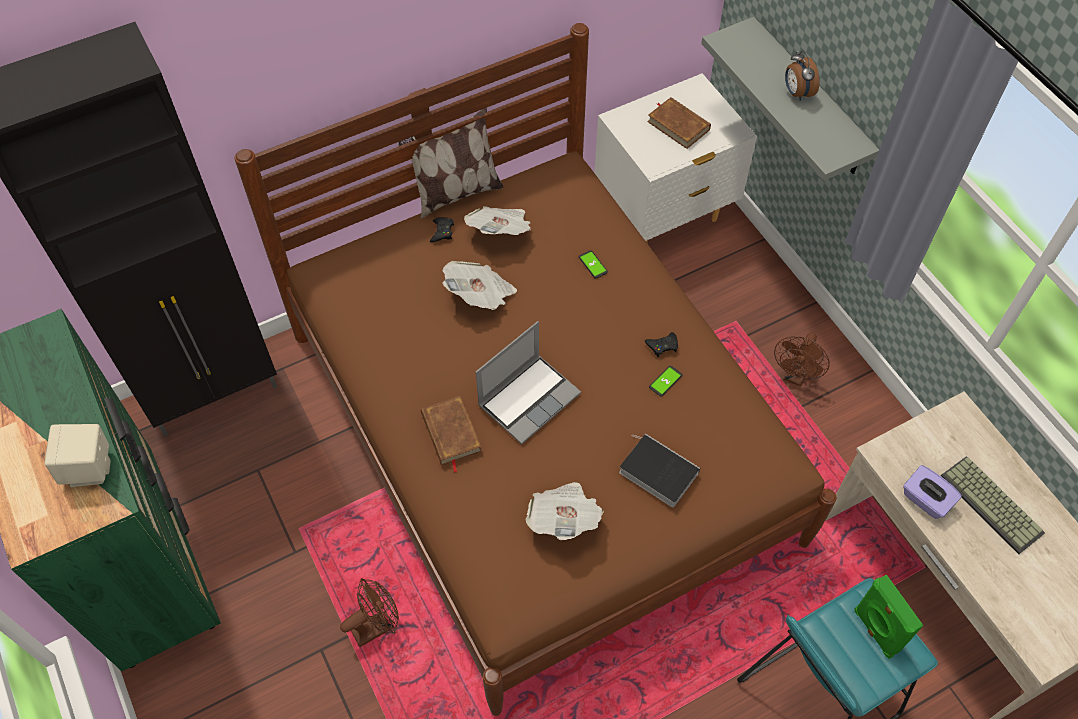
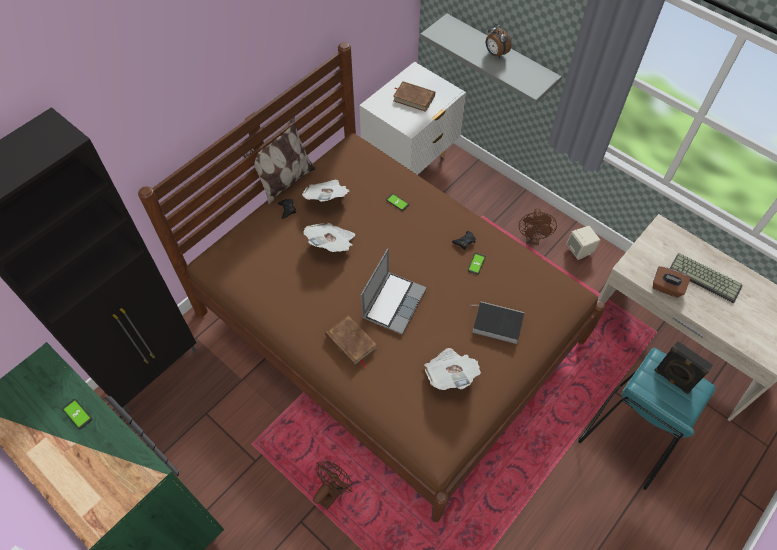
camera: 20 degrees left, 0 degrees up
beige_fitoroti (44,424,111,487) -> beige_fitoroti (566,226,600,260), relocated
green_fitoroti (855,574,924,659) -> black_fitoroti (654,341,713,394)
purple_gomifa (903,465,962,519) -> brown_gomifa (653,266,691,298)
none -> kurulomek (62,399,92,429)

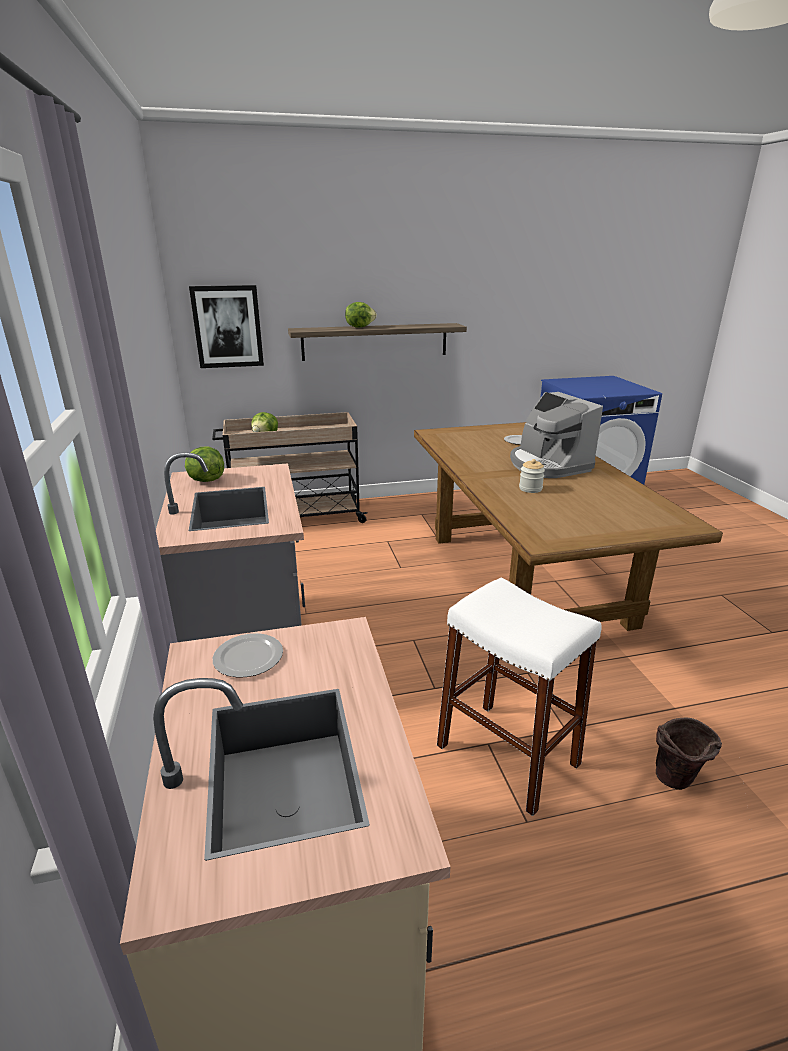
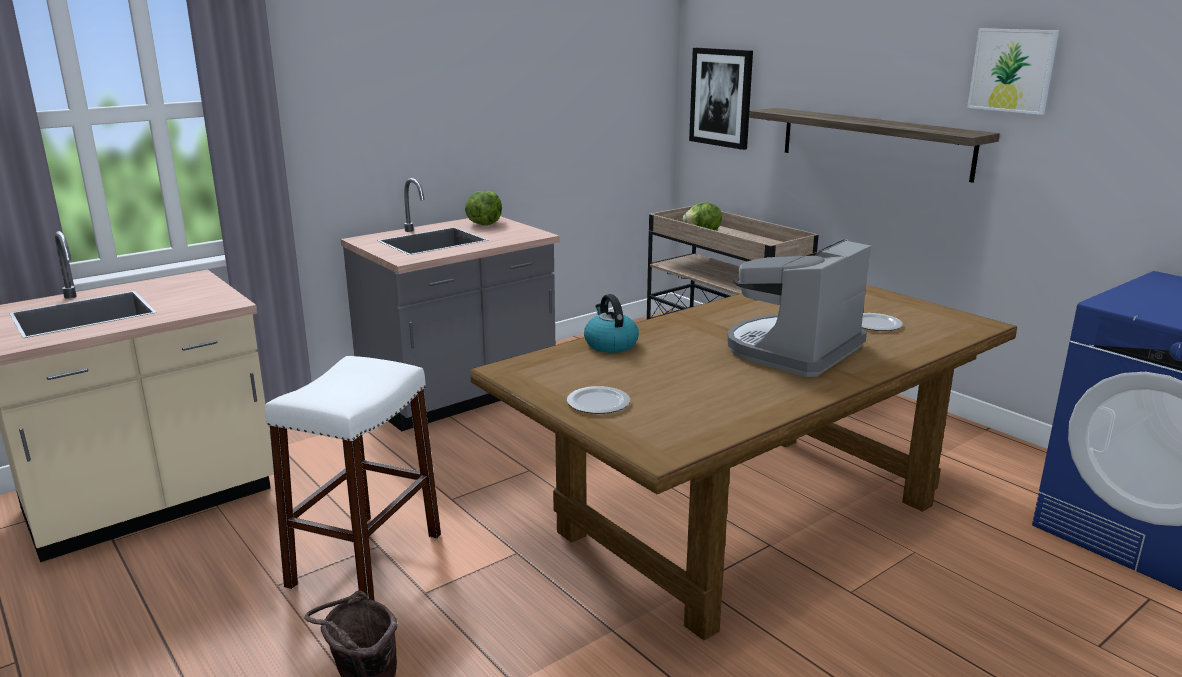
camera: 65 degrees right, 5 degrees down
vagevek (213,633,283,678) -> vagevek (567,386,630,414), relocated
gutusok (345,302,377,328) -> none
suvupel (519,459,545,493) -> none
none -> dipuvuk (584,294,639,353)
none -> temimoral (967,28,1059,115)

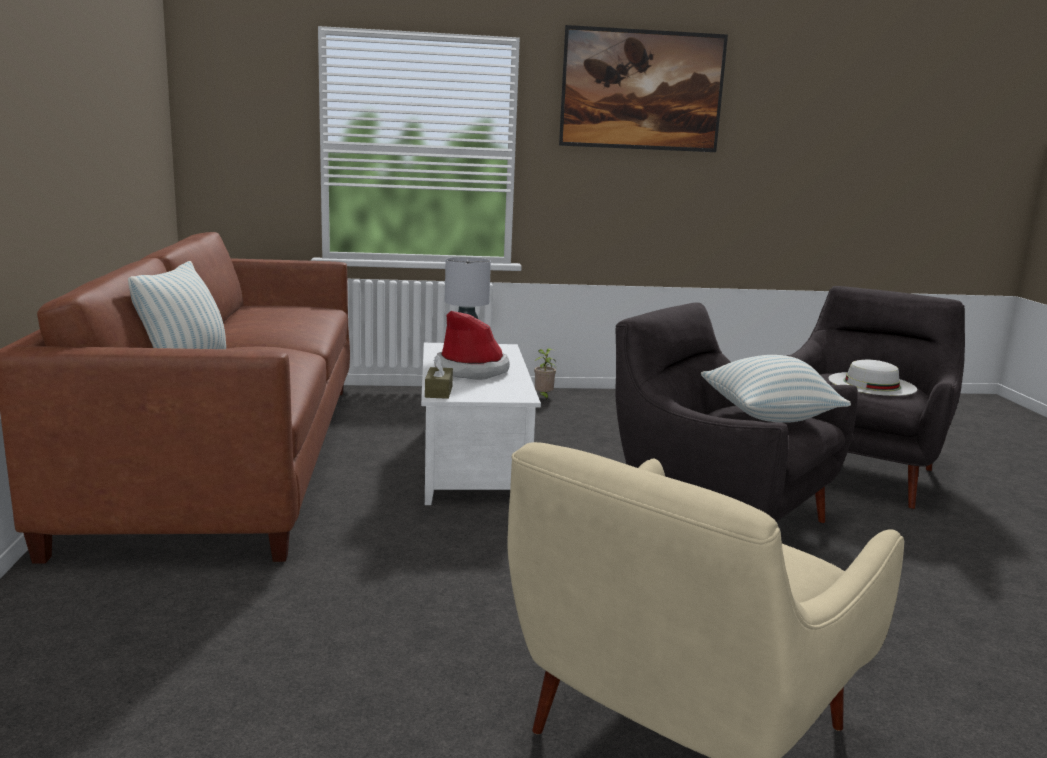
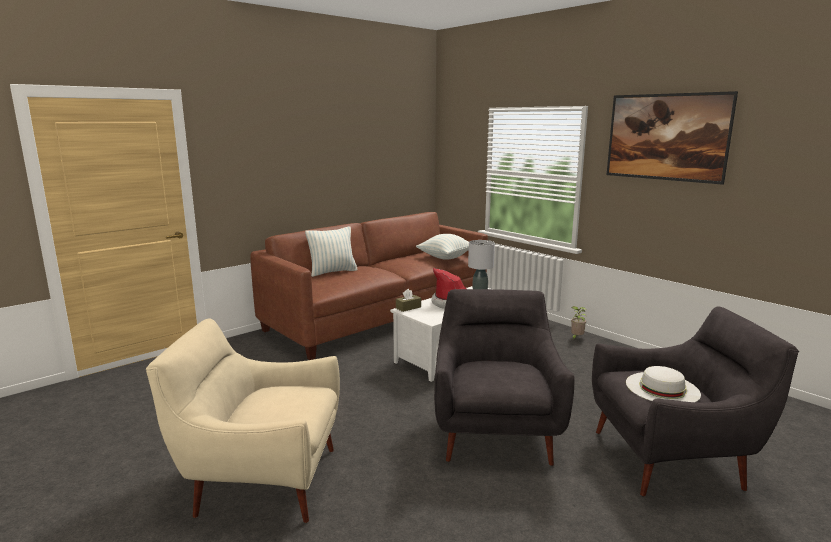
camera: 55 degrees right, 0 degrees up
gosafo (701,355,851,423) -> gosafo (416,234,469,260), relocated

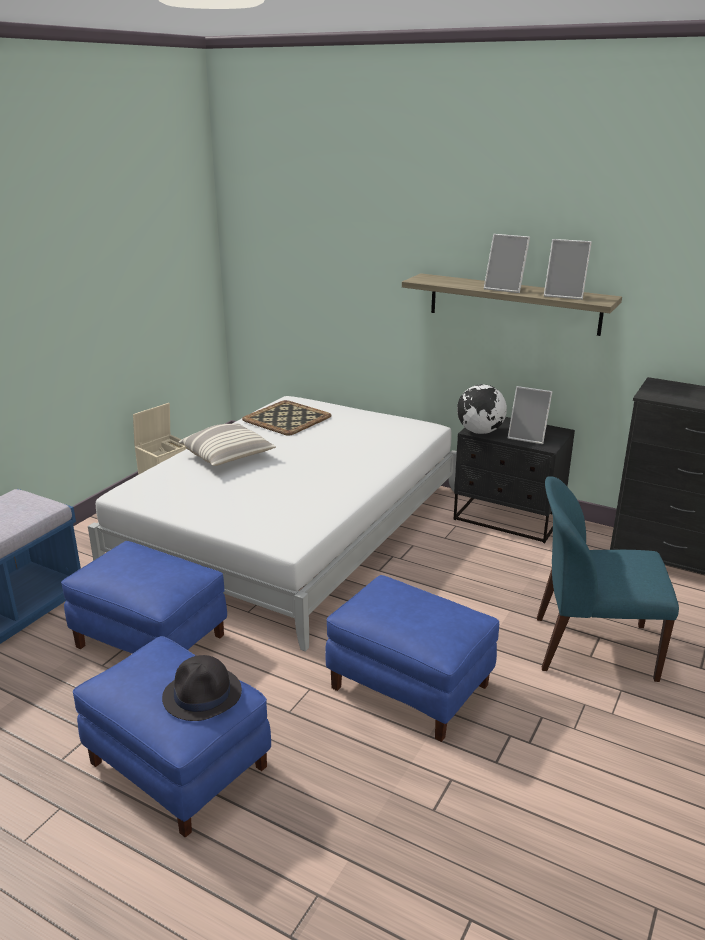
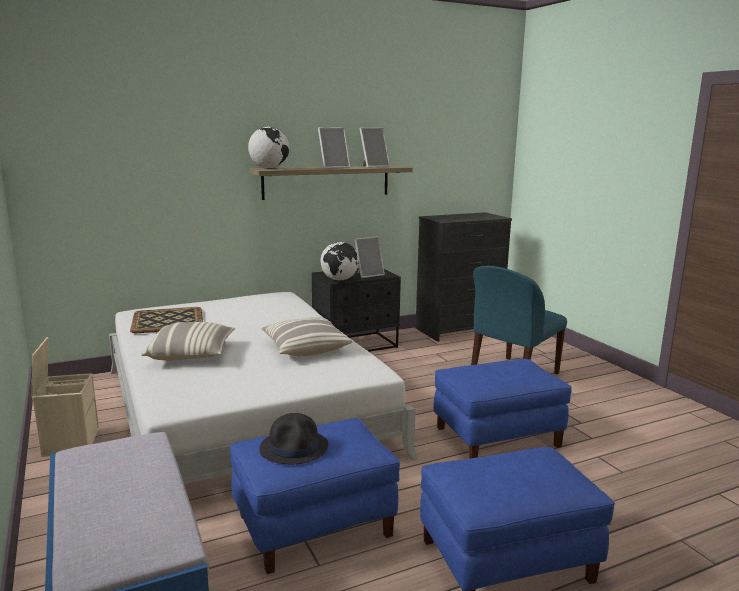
camera: 55 degrees left, 10 degrees down
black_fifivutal (162,655,242,721) -> black_fifivutal (259,413,328,464), relocated
none -> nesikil (248,127,290,169)
none -> gosafo (261,317,353,356)

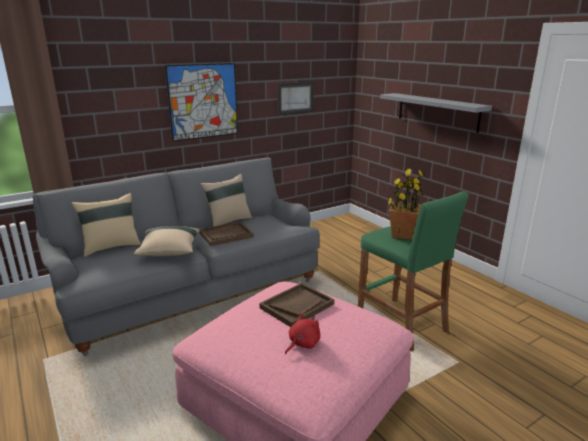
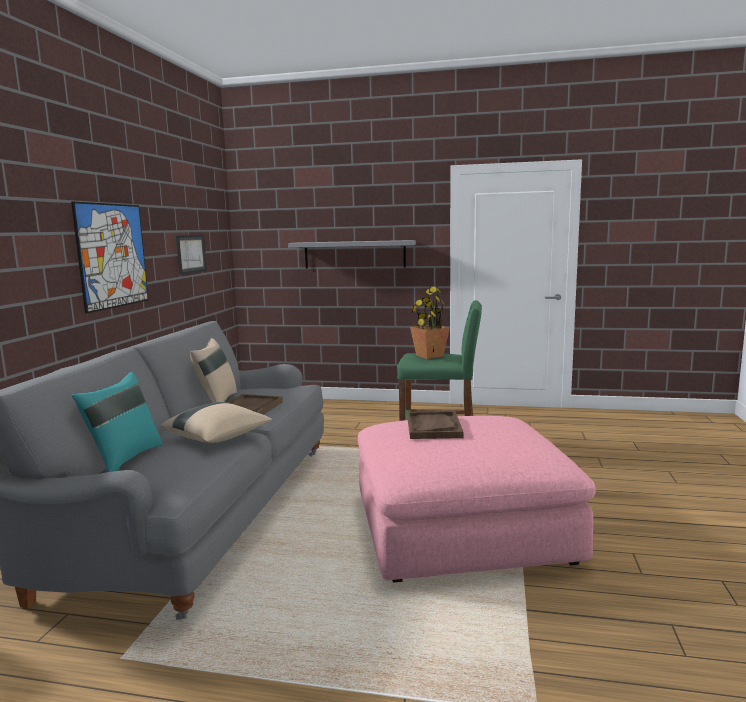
camera: 45 degrees left, 10 degrees down
beige_gosafo (72,193,141,257) -> turquoise_gosafo (72,372,163,472)
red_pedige (285,313,320,354) -> none

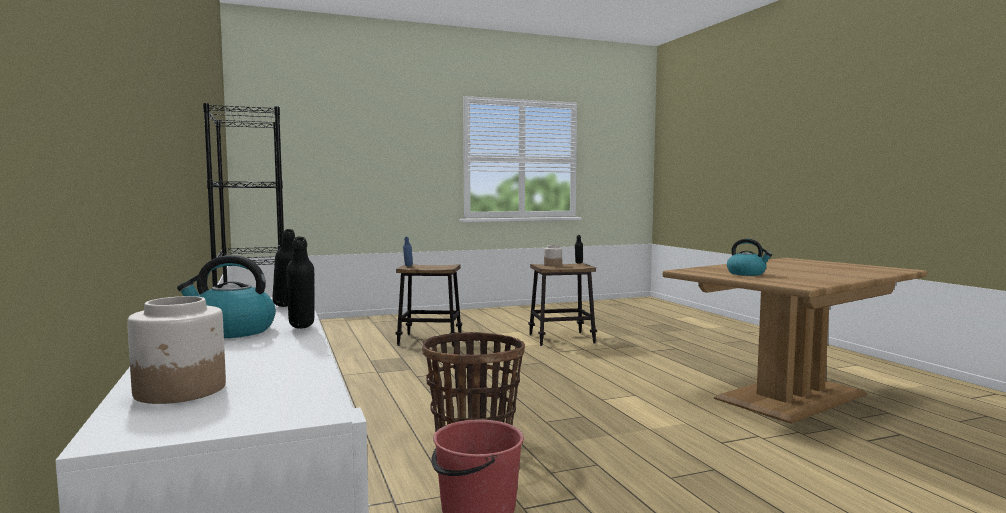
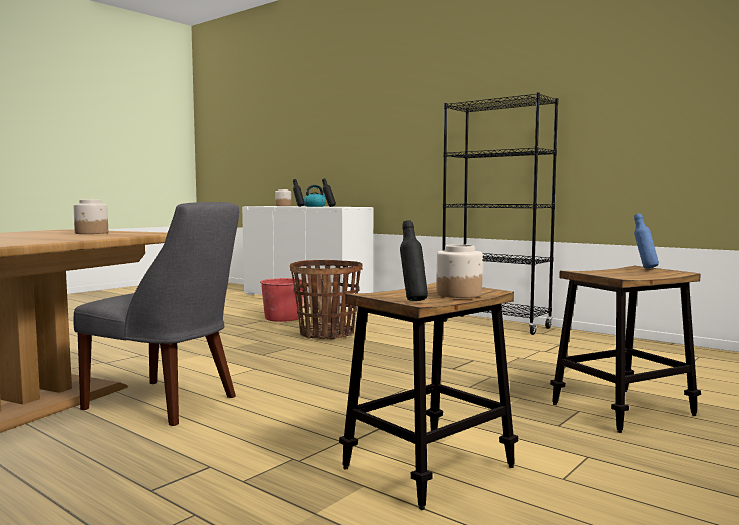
camera: 150 degrees right, 0 degrees up
dipuvuk (727,239,772,276) -> suvupel (73,200,108,234)
none -> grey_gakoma (74,202,239,426)

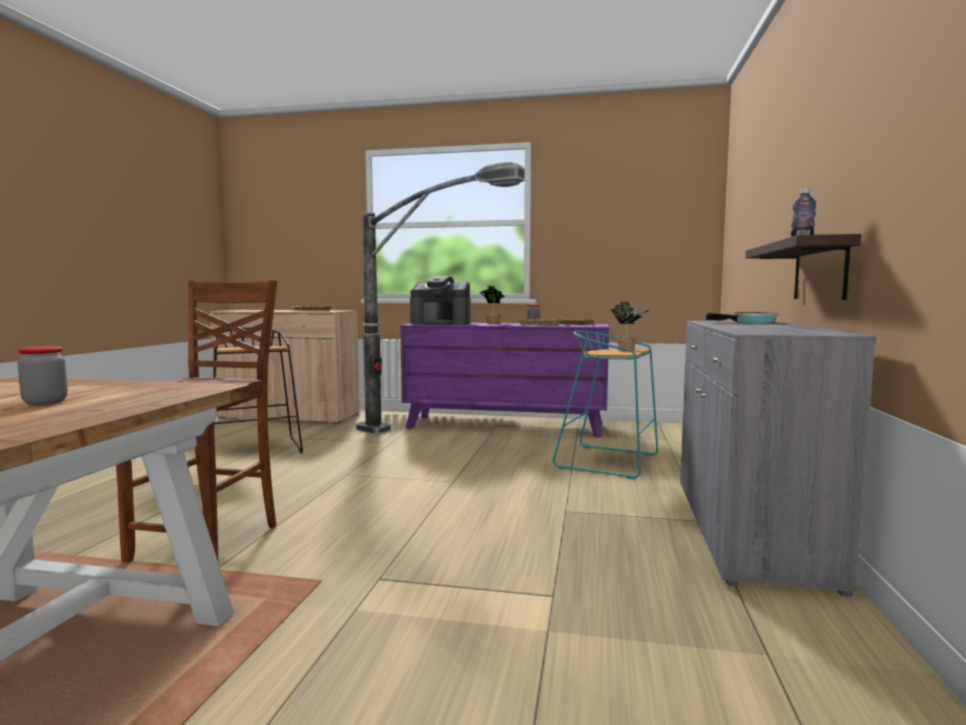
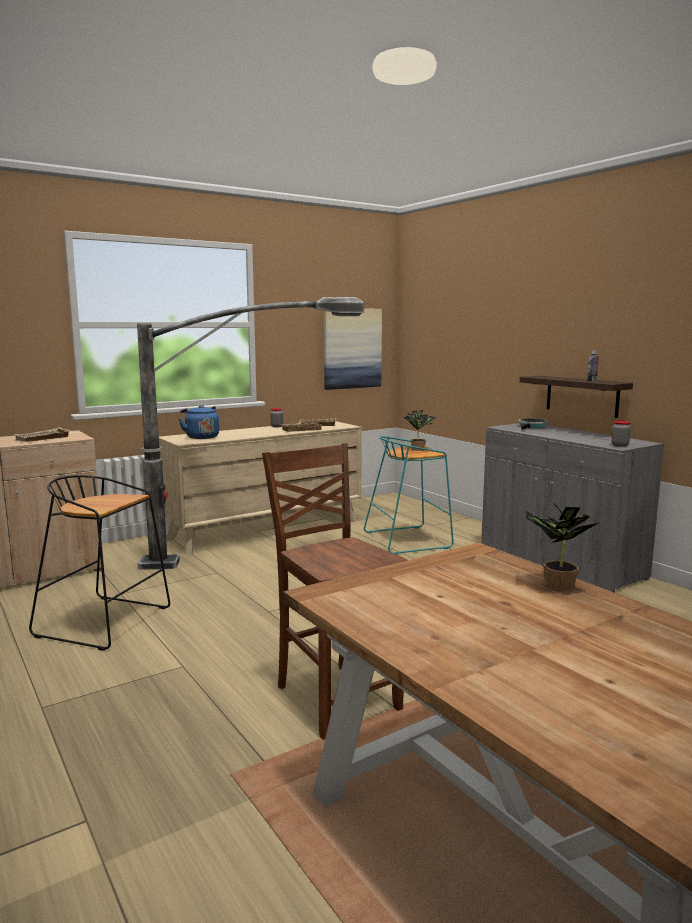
camera: 45 degrees left, 5 degrees up
suvupel (17,346,68,405) -> suvupel (611,421,631,447), relocated
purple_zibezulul (400,323,609,438) -> beige_zibezulul (159,421,362,555)
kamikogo (410,276,471,325) -> blue_dipuvuk (179,405,219,439)
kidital (480,286,505,324) -> kidital (526,504,600,592), relocated
none -> temimoral (324,308,382,390)

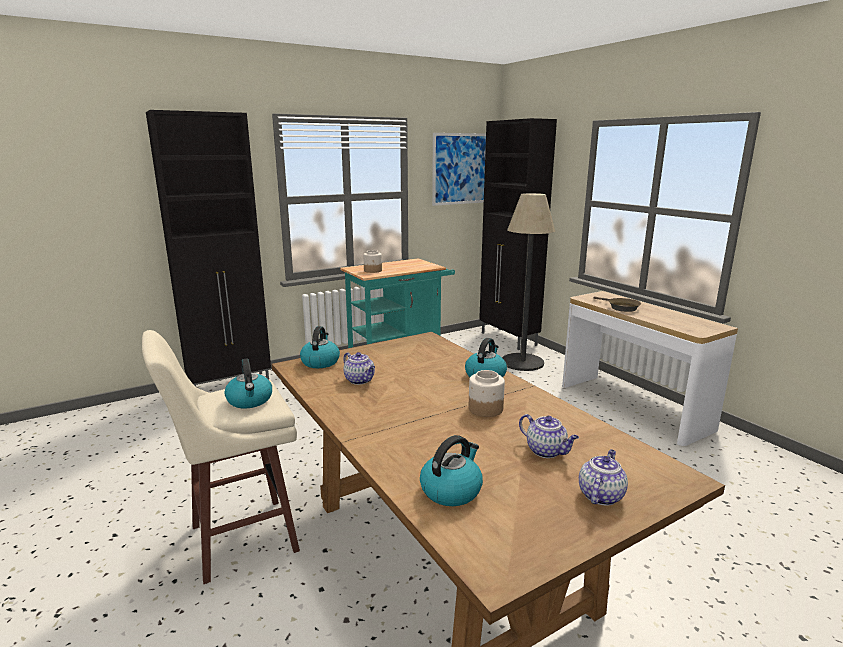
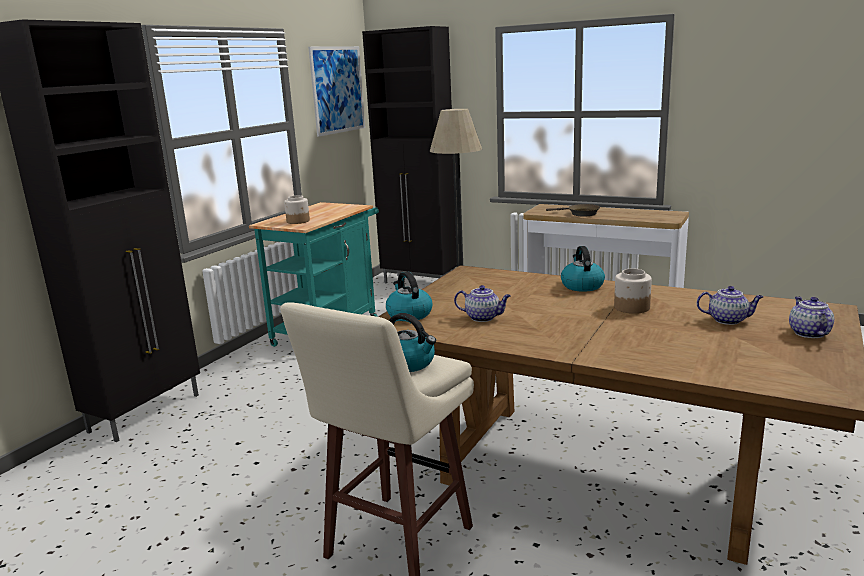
camera: 30 degrees left, 0 degrees up
dipuvuk (420,435,483,506) -> none

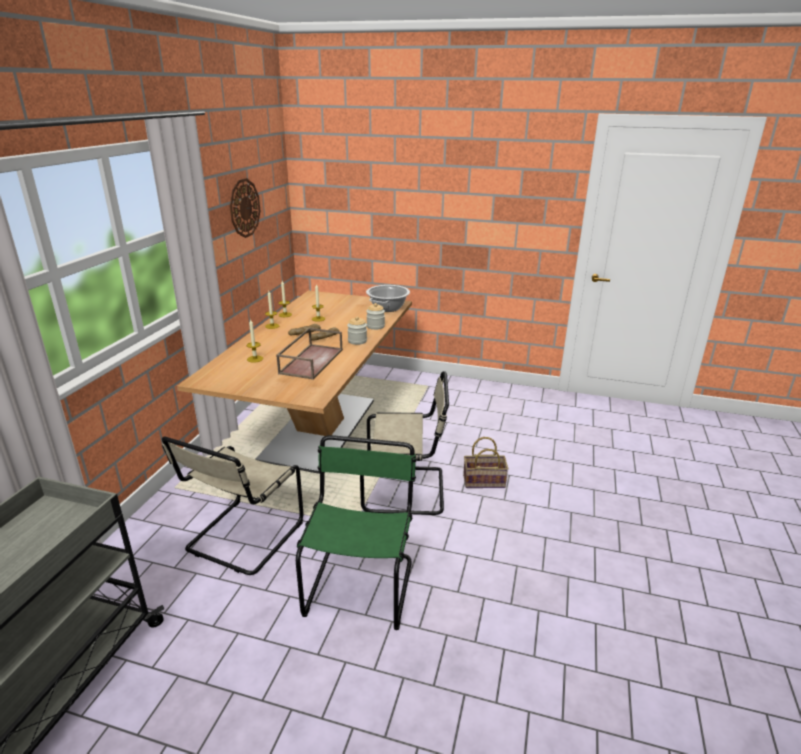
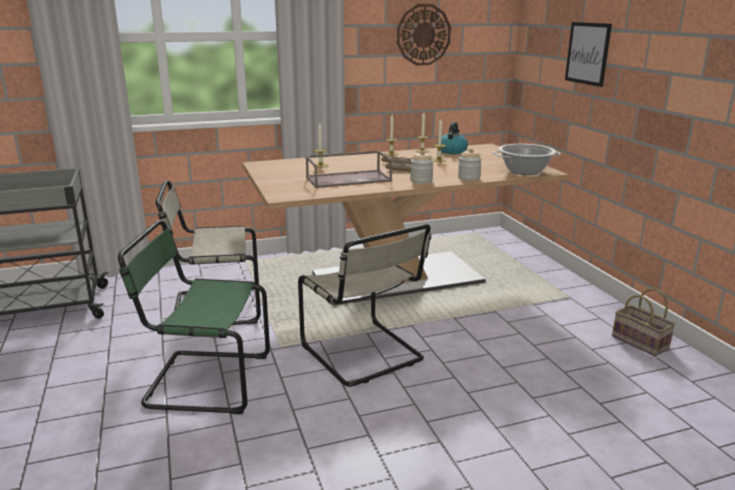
camera: 55 degrees right, 5 degrees down
green_gakoma (296,435,417,630) -> green_gakoma (118,220,270,414), 150 degrees counterclockwise
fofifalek (463,437,508,488) -> fofifalek (612,288,676,356), relocated
none -> dipuvuk (437,122,468,154)
none -> temimoral (565,22,612,87)

